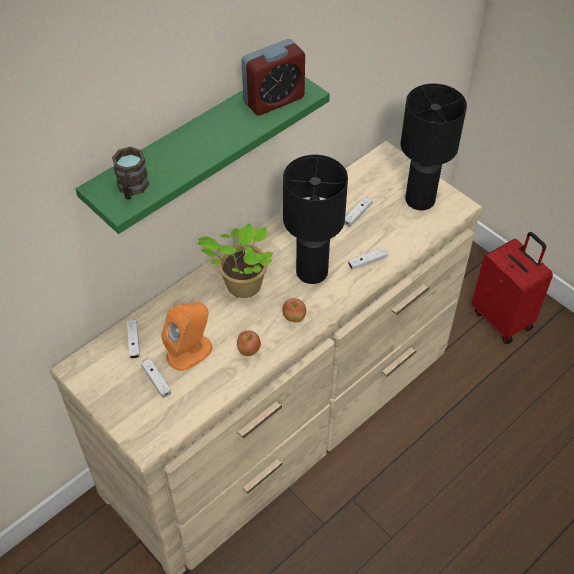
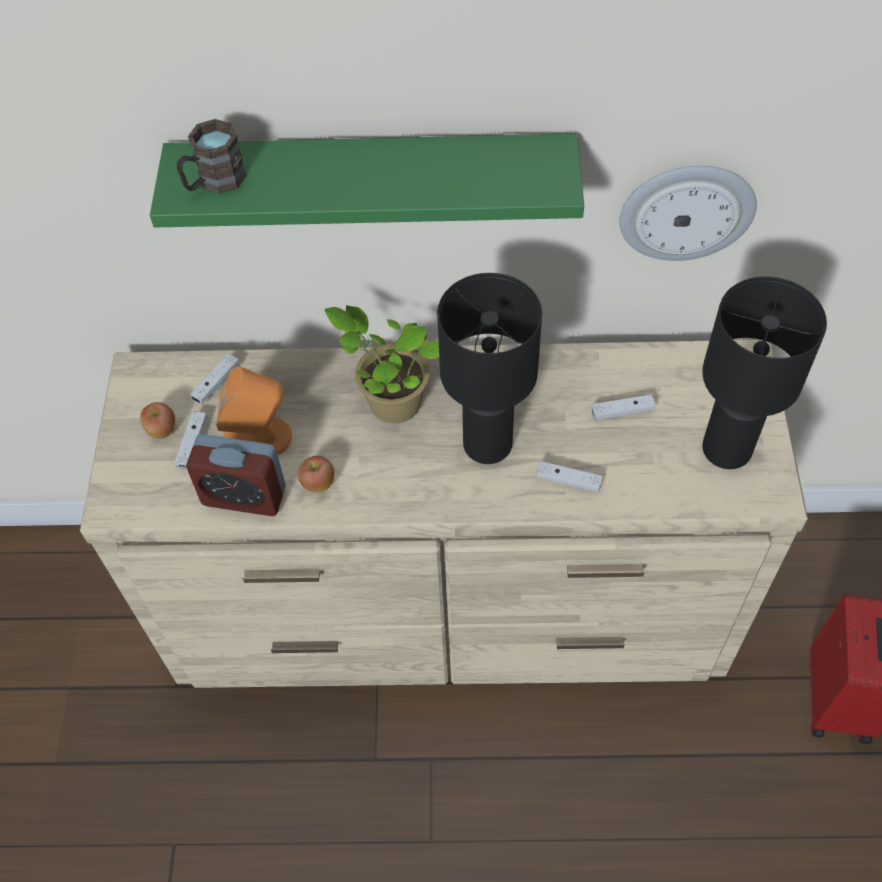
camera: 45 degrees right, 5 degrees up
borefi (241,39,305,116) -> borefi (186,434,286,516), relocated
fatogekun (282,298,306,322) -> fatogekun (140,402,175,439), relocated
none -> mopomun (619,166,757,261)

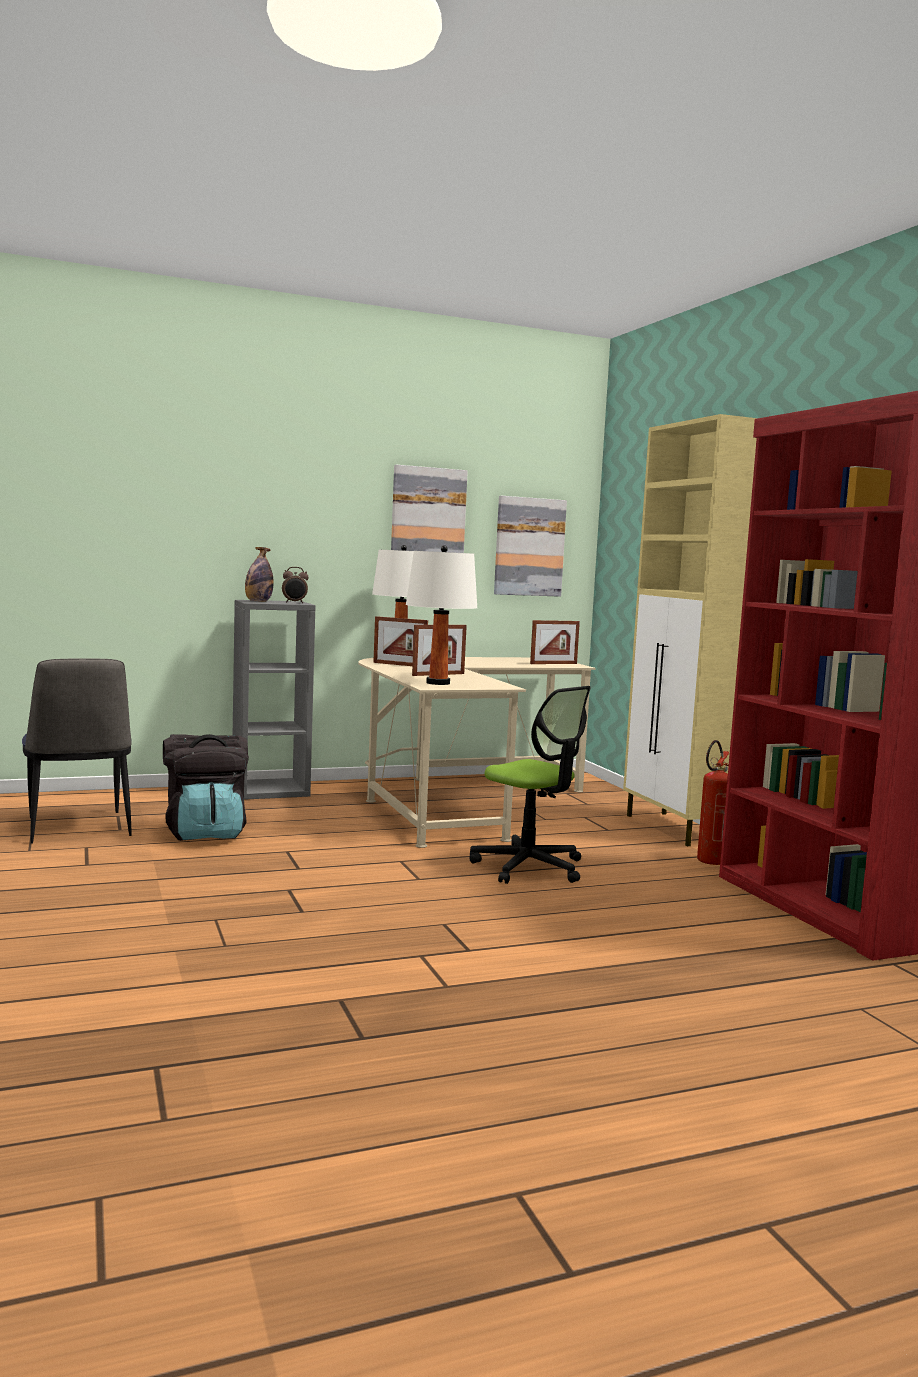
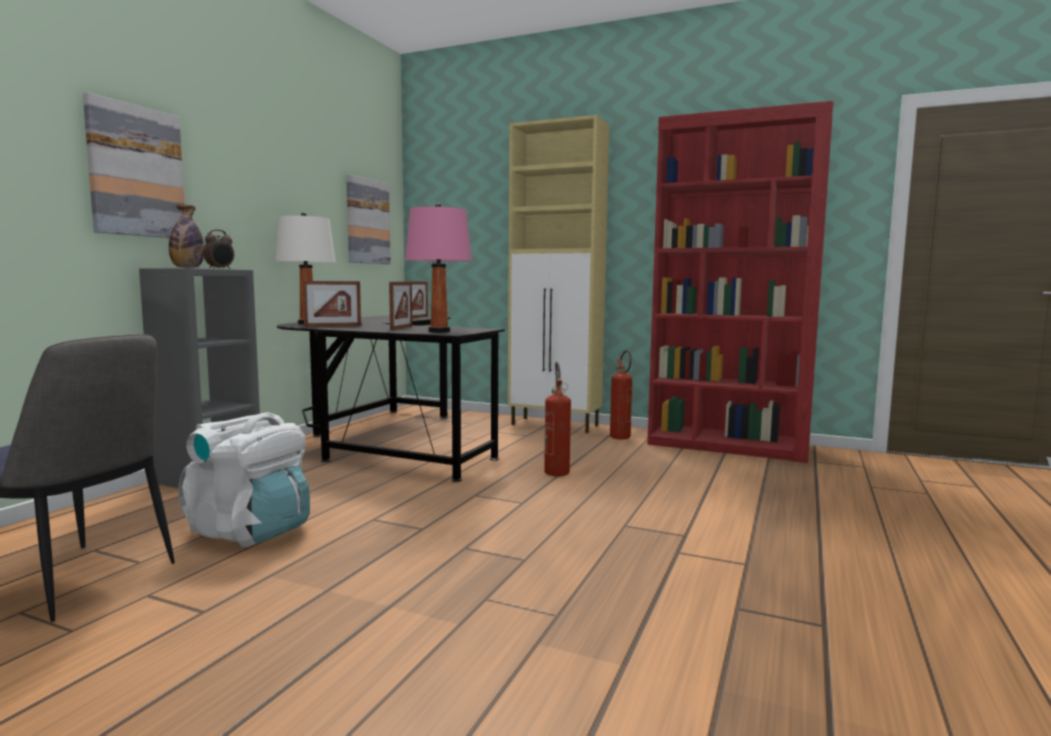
camera: 45 degrees left, 0 degrees up
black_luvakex (163,734,249,841) -> white_luvakex (178,412,310,547)
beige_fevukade (358,657,596,848) -> black_fevukade (277,315,505,482)
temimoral (391,465,468,553) -> temimoral (83,92,185,238), relocated
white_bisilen (406,545,477,685) -> pink_bisilen (405,203,472,333)
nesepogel (469,686,591,884) -> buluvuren (544,362,571,476)

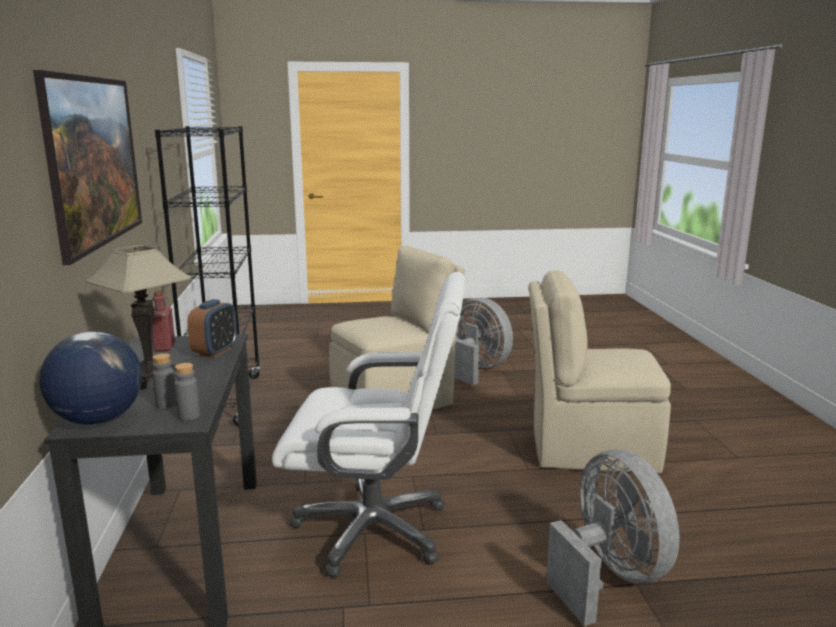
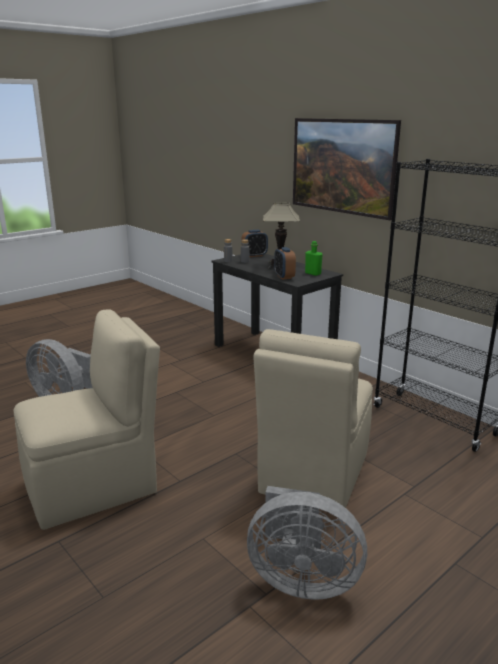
camera: 145 degrees right, 5 degrees up
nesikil (39,331,142,425) -> borefi (241,230,268,257)
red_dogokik (152,290,175,352) -> green_dogokik (305,241,323,276)
white_nesepogel (272,272,465,578) -> none

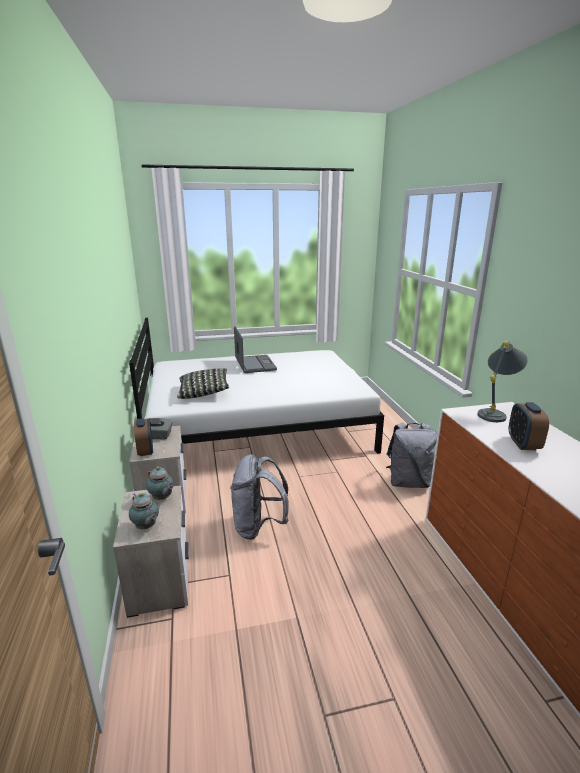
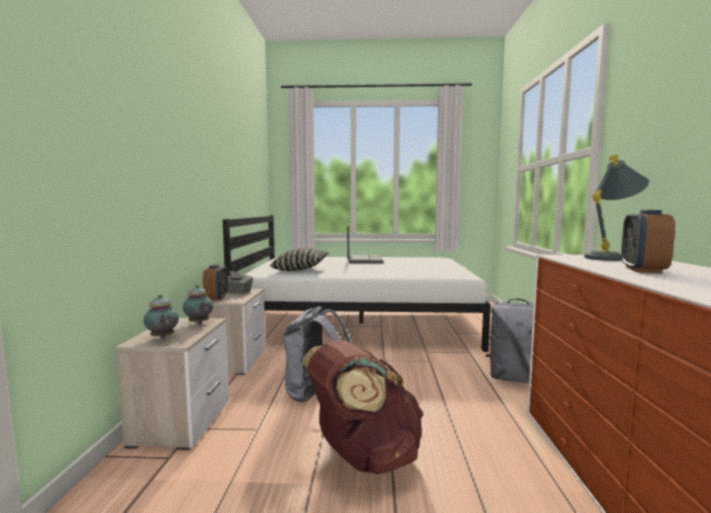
camera: 15 degrees right, 15 degrees down
none -> brown_luvakex (302,340,424,474)

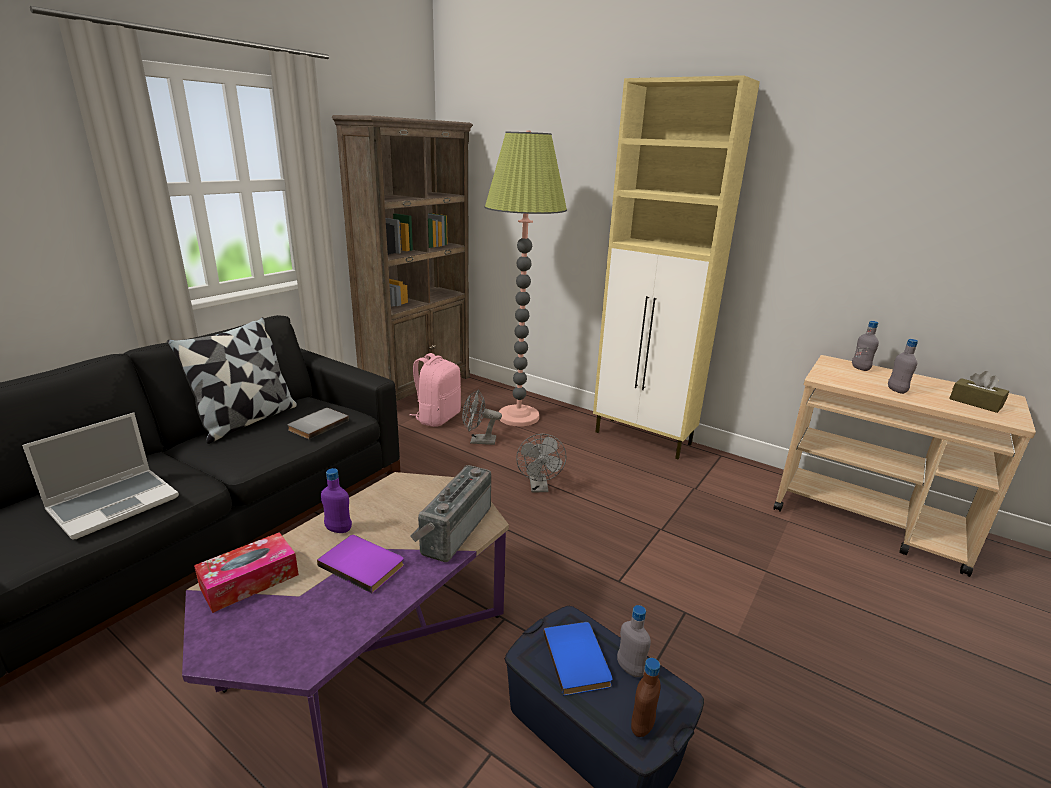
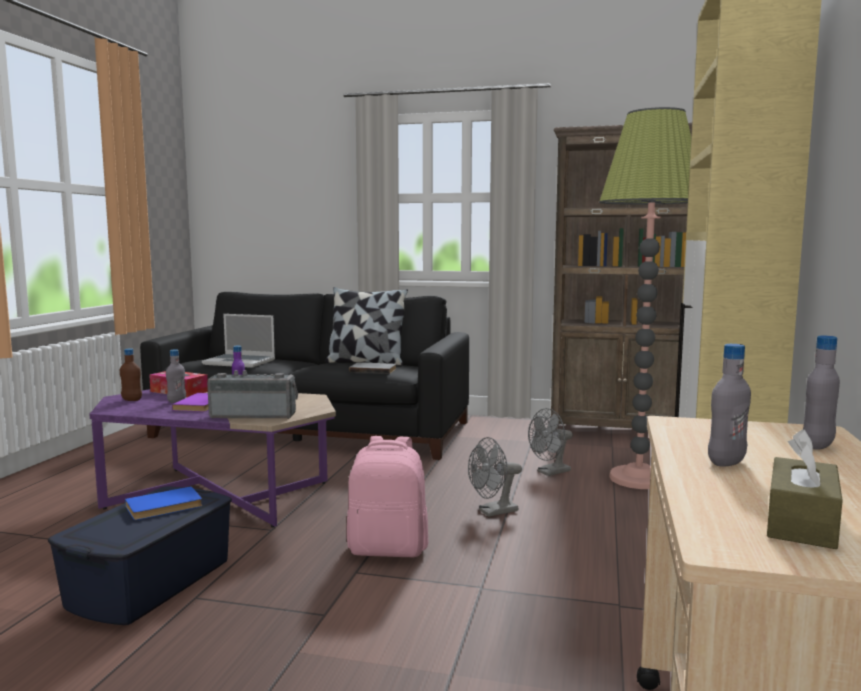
camera: 70 degrees right, 15 degrees down
pink_luvakex (409,353,461,427) -> pink_luvakex (347,436,428,557), relocated
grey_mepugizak (462,390,502,445) -> grey_mepugizak (528,408,573,476), 105 degrees counterclockwise
grey_dogokik (617,605,651,677) -> grey_dogokik (166,349,186,403), relocated
brown_dogokik (631,658,661,737) -> brown_dogokik (120,348,142,401), relocated

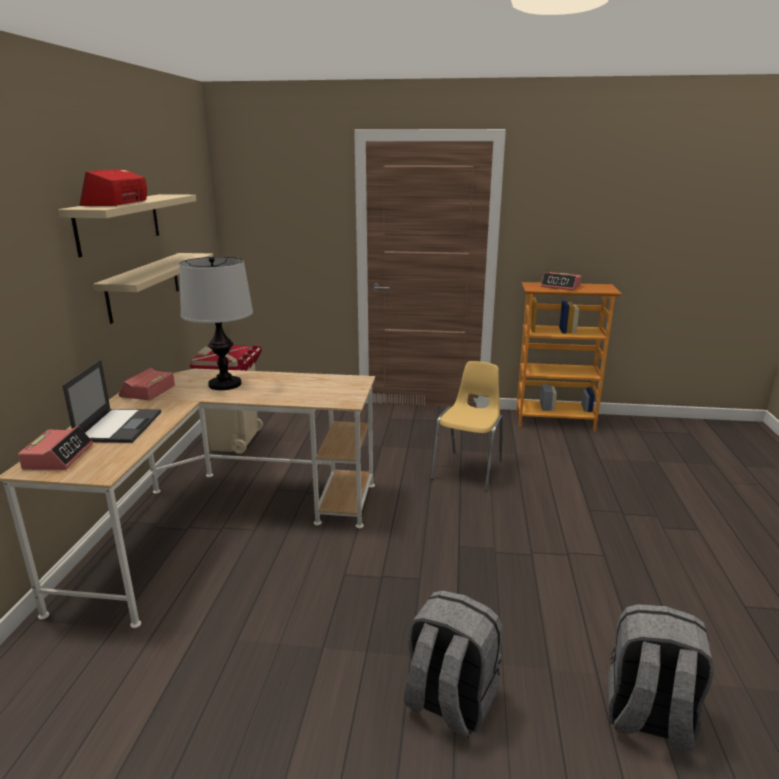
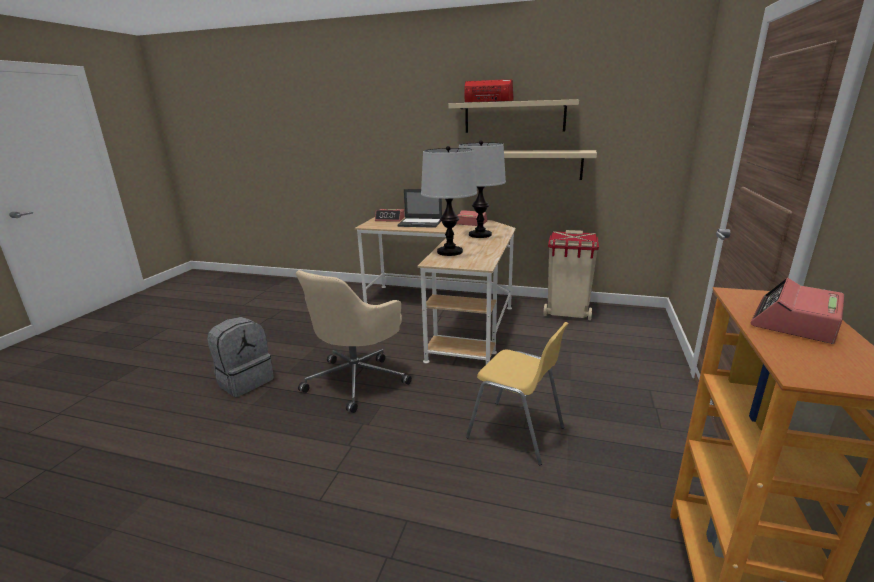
camera: 100 degrees right, 0 degrees up
grey_luvakex (608,604,714,752) -> none
none -> beige_nesepogel (296,270,412,413)
none -> bisilen (421,146,477,256)

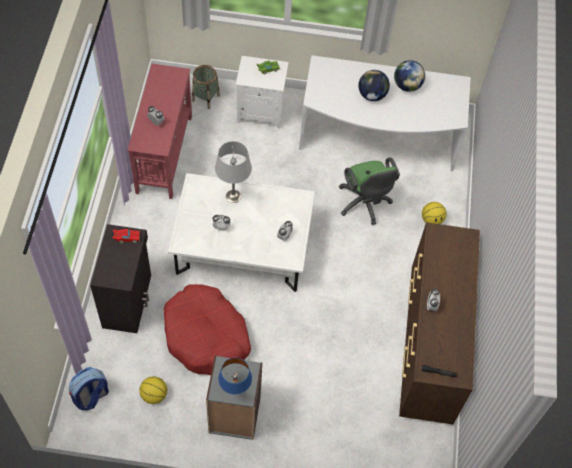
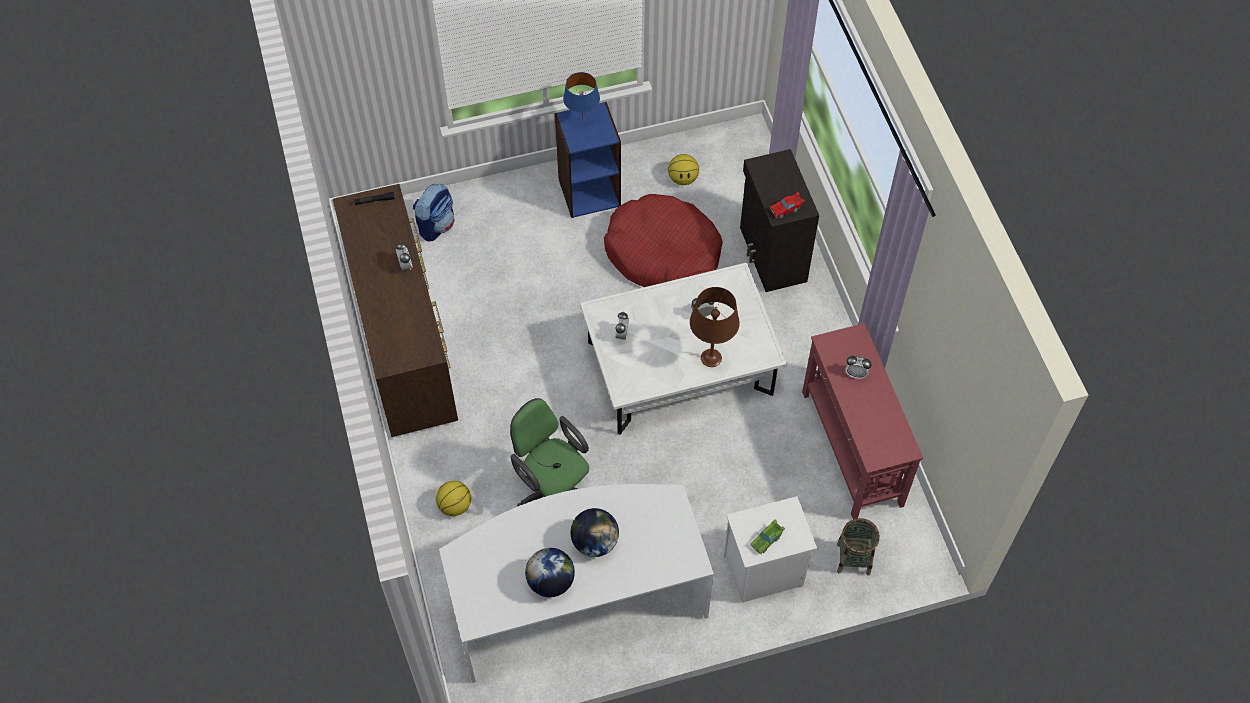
camera: 160 degrees right, 0 degrees up
luvakex (69,367,109,410) -> luvakex (413,183,455,242), relocated
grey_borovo (206,356,262,440) -> blue_borovo (555,102,621,218)
grey_bisilen (215,141,252,203) -> brown_bisilen (690,287,740,367)

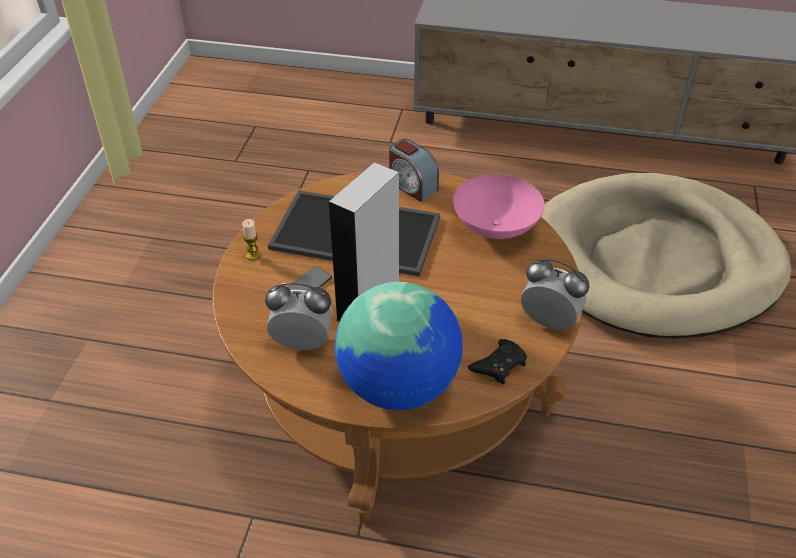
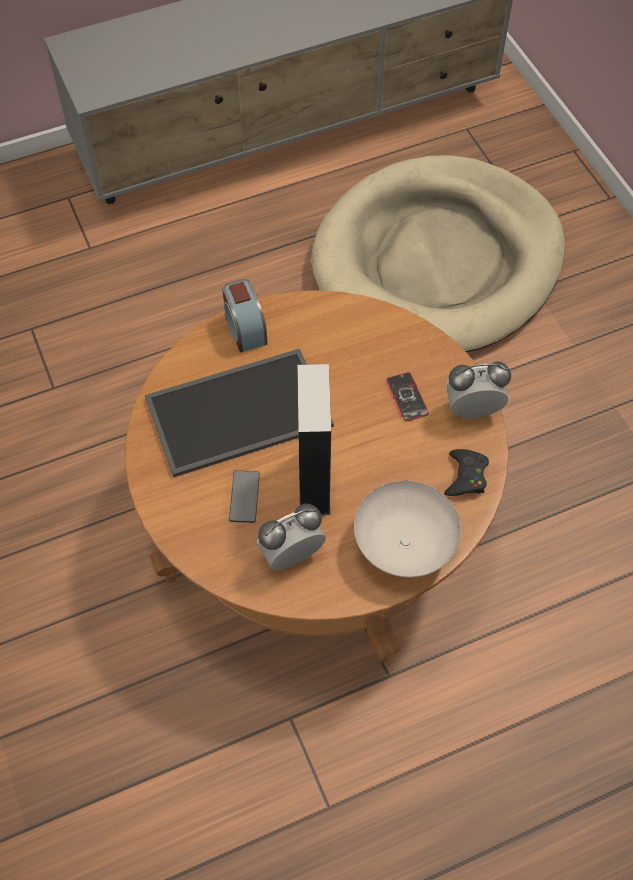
camera: 35 degrees left, 15 degrees up
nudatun (242,219,261,261) -> none
nesikil (335,282,463,410) -> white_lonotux (354,481,461,578)
borefi (389,139,439,202) -> borefi (223,279,267,352), 60 degrees clockwise
pink_lonotux (453,174,545,239) -> none
none -> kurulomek (387,372,429,421)

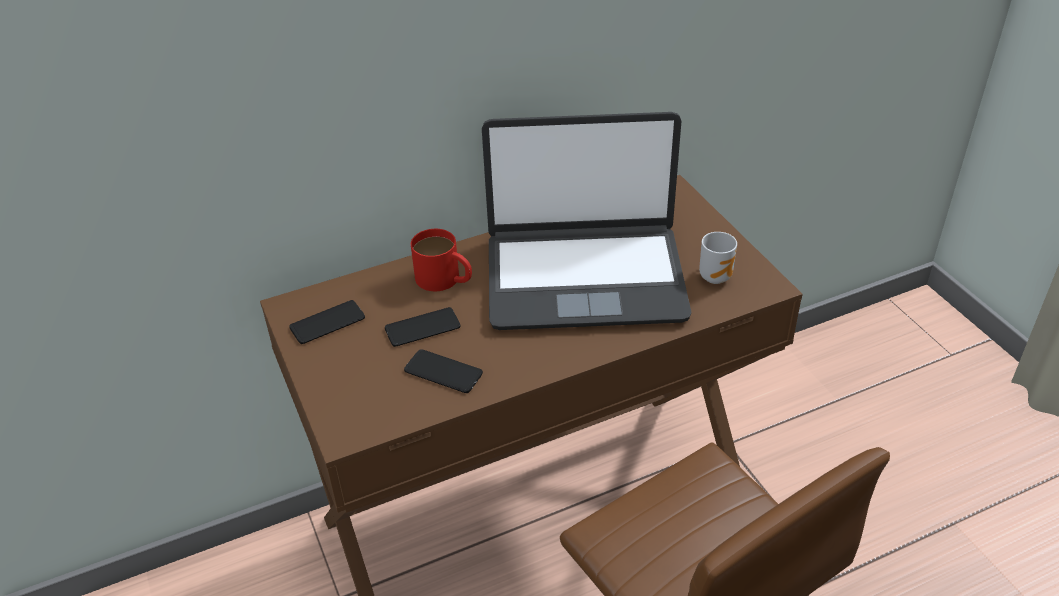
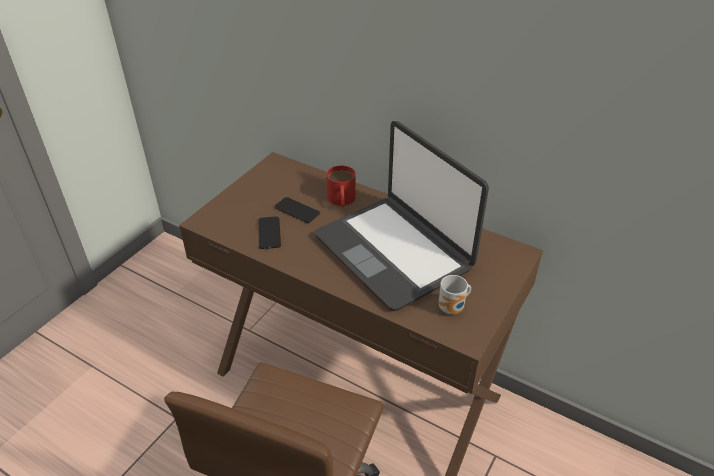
camera: 55 degrees right, 0 degrees up
kurulomek (289,300,365,344) -> none

